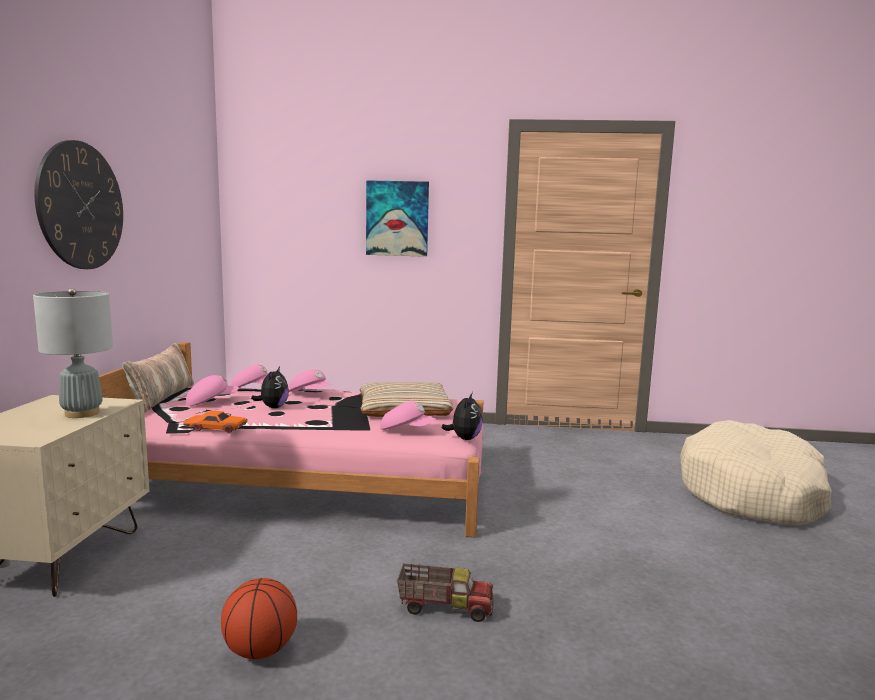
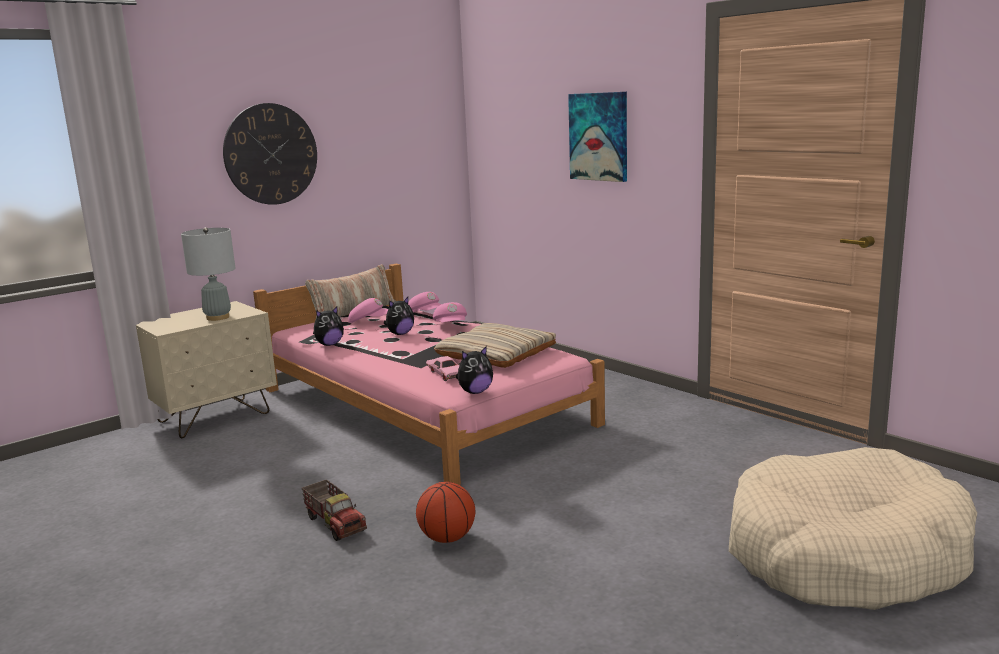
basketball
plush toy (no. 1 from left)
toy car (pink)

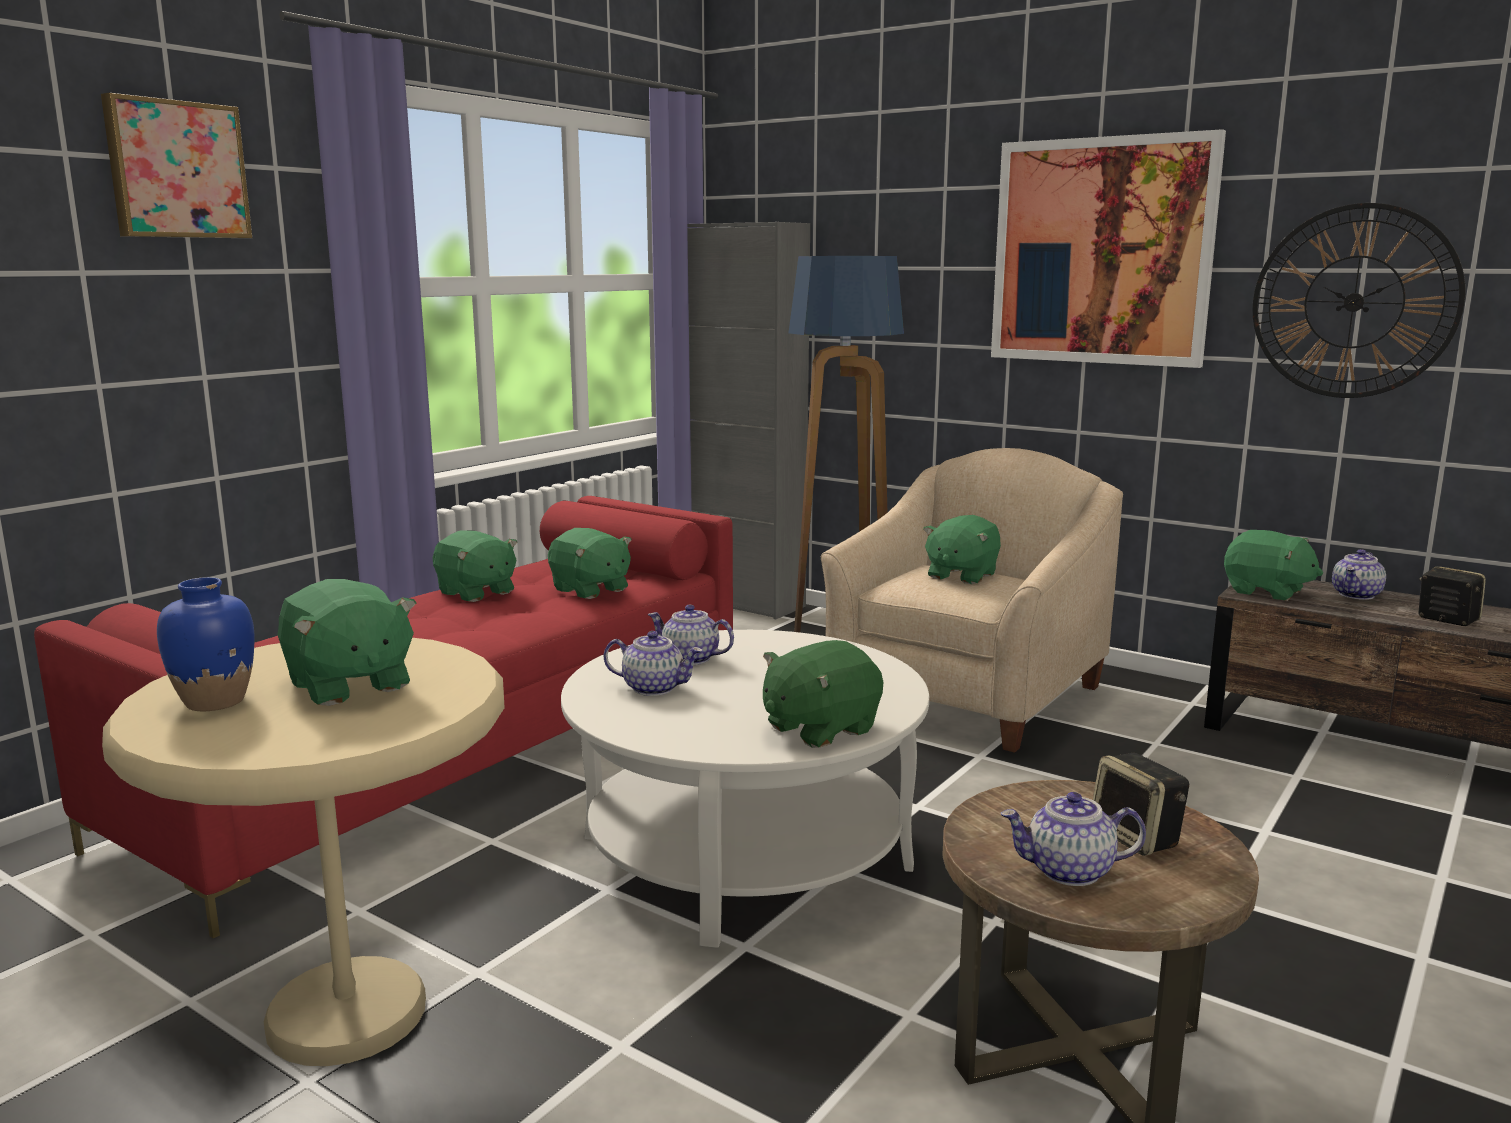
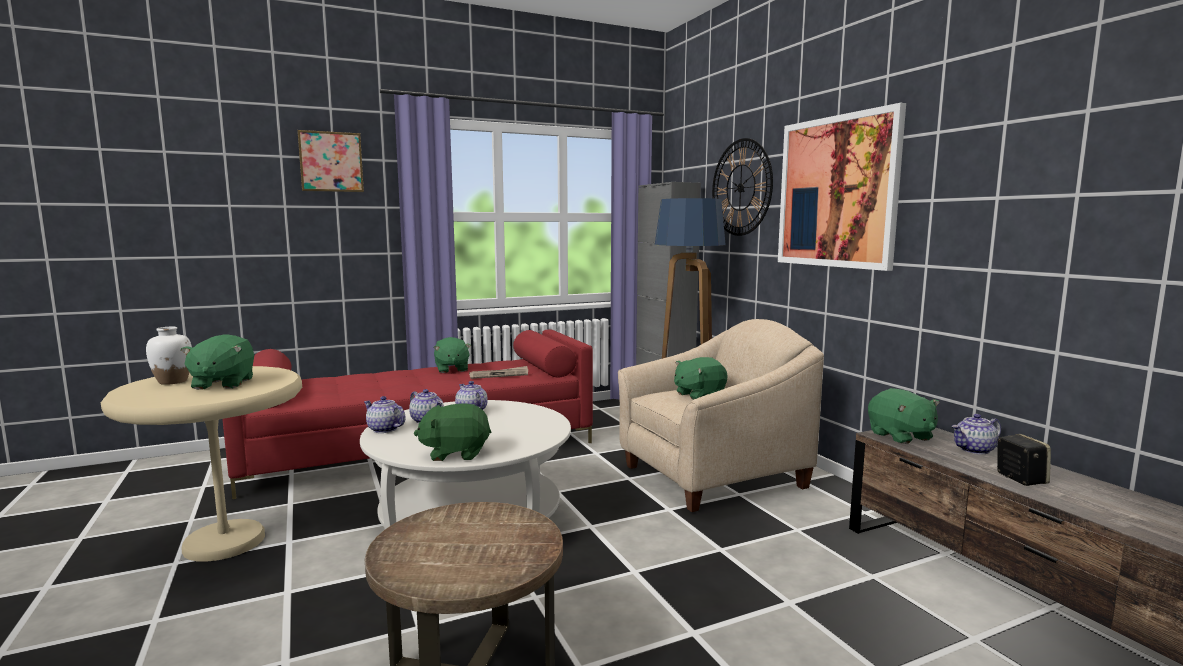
speaker (no. 1 from left in the first image)
teapot (no. 1 from left)
wall clock
newspaper
vase (white)

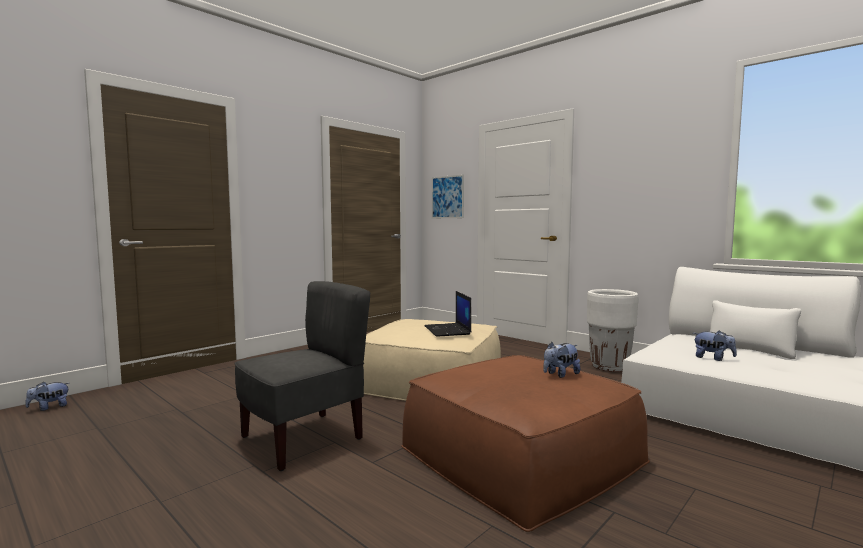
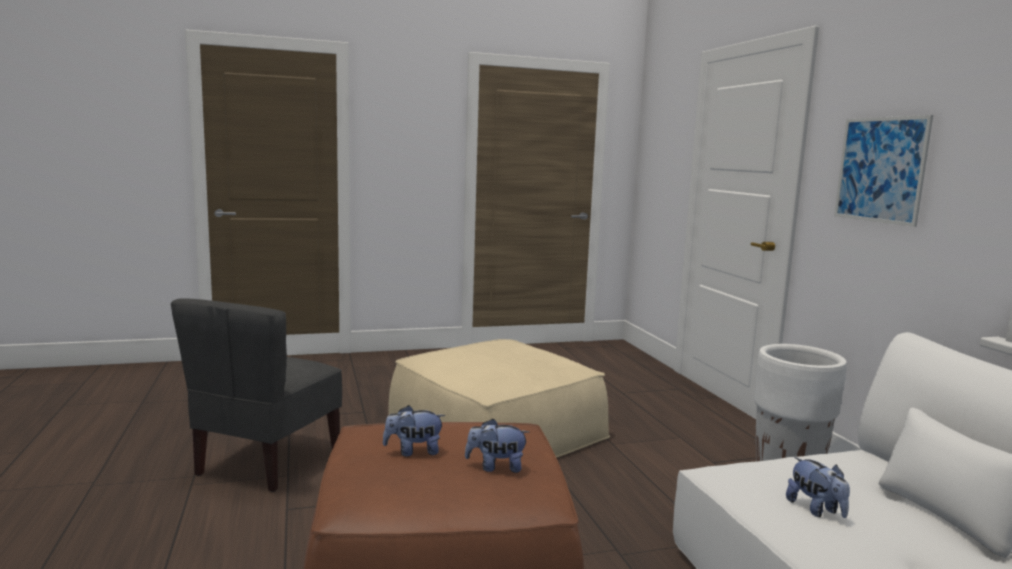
laptop
plush toy (no. 1 from left)
picture
chair (grey)

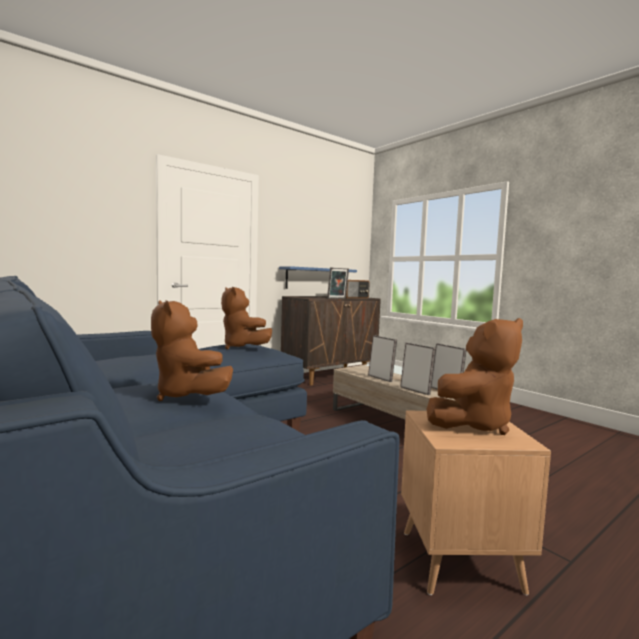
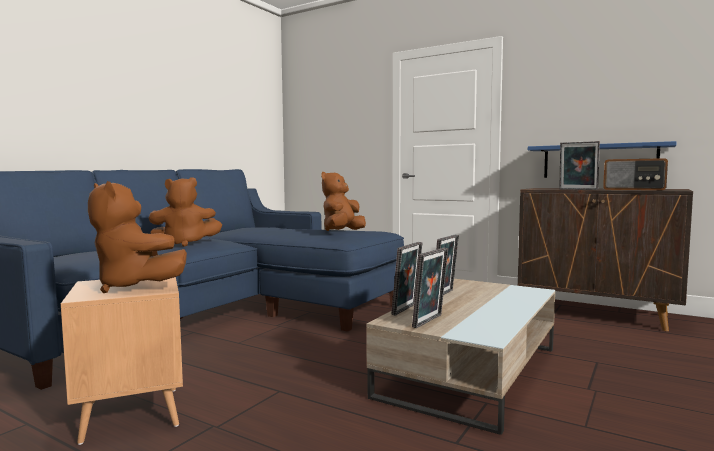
plush toy (brown) (no. 2 from left)

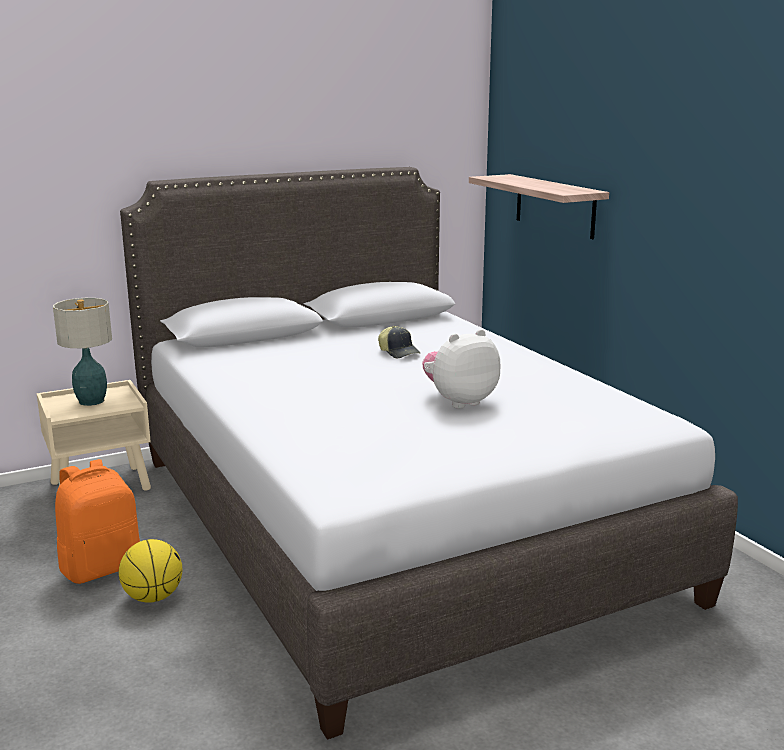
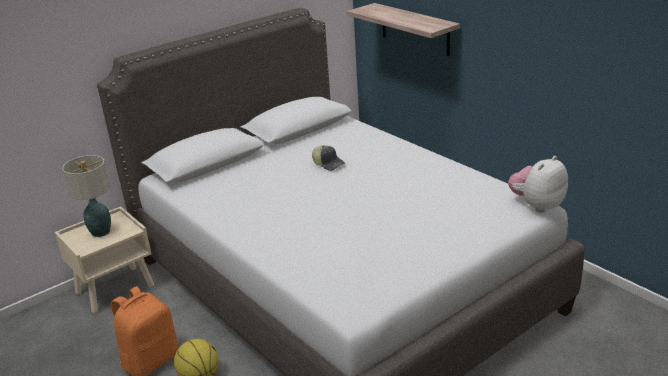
plush toy

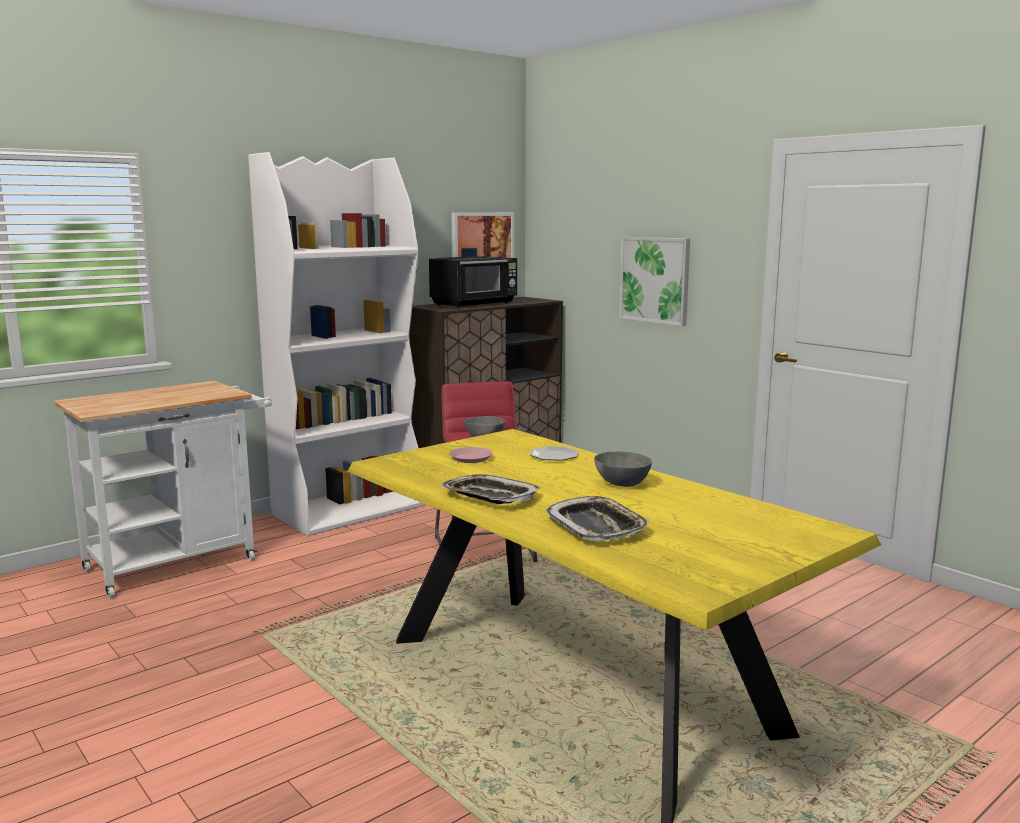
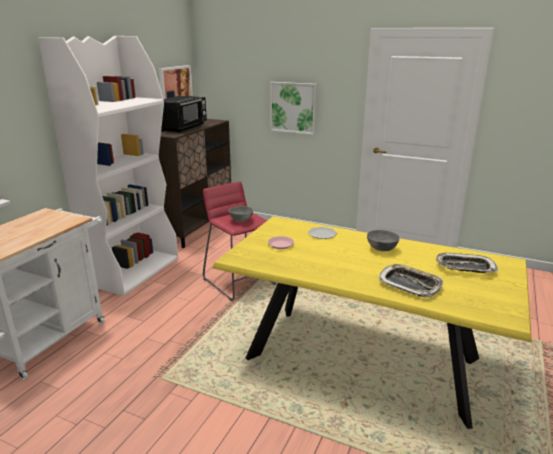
tray (no. 2 from left)

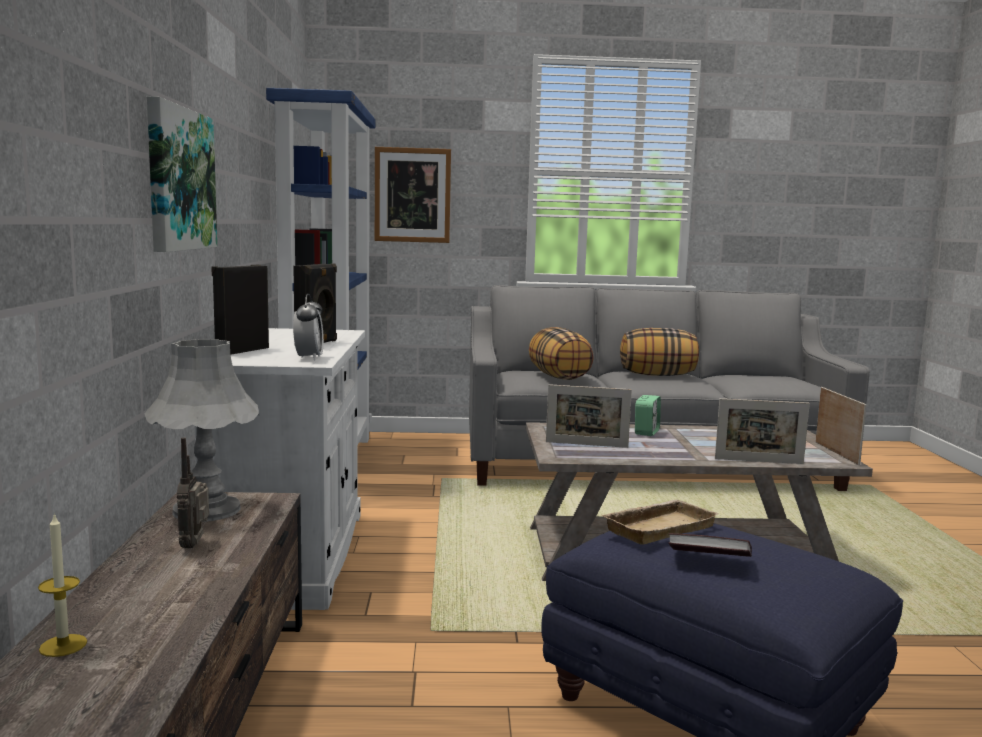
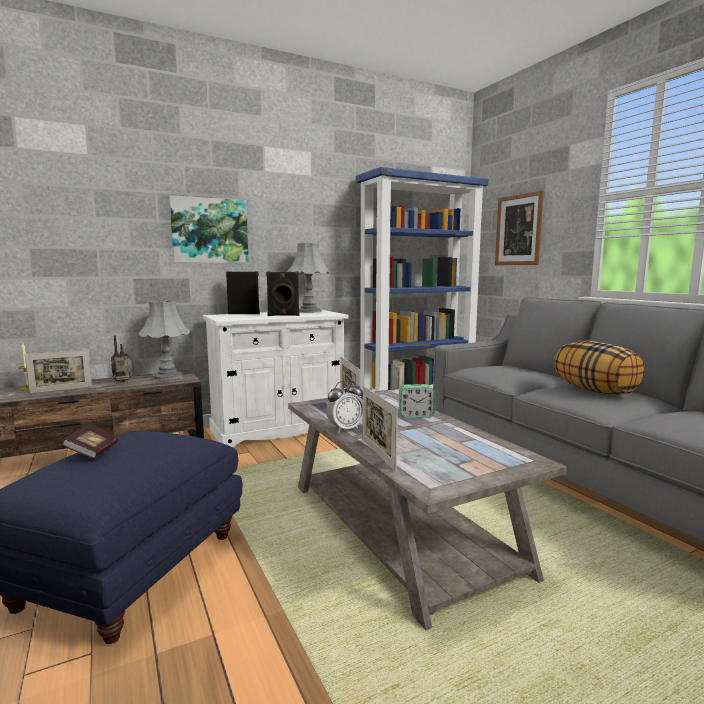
pillow (no. 1 from left in the first image)
tray (beige)
table lamp (grey) (no. 2 from left)
alarm clock (no. 1 from left)
picture frame (no. 1 from left)

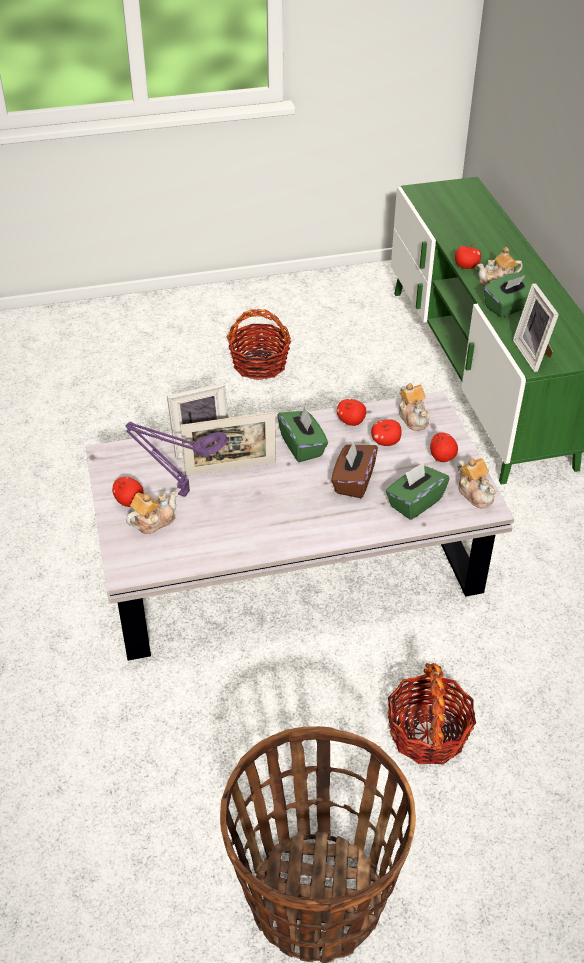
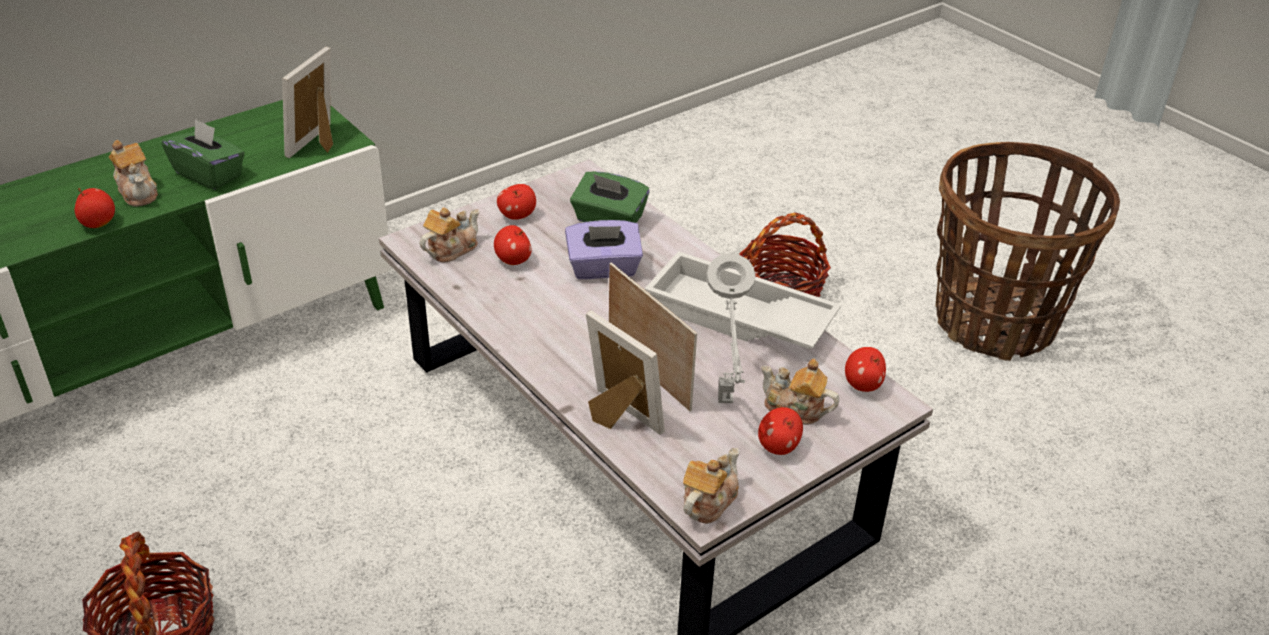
tissue box (green) (no. 1 from left in the first image)
tray (white)
apple (no. 5 from left)
teapot (no. 3 from left)
table lamp (grey)
tissue box (purple)
picture frame (no. 1 from left)

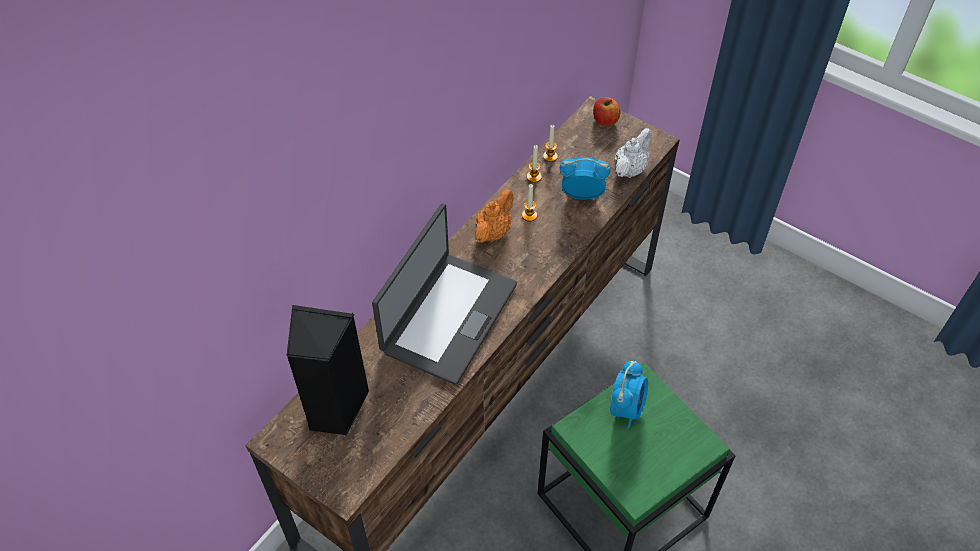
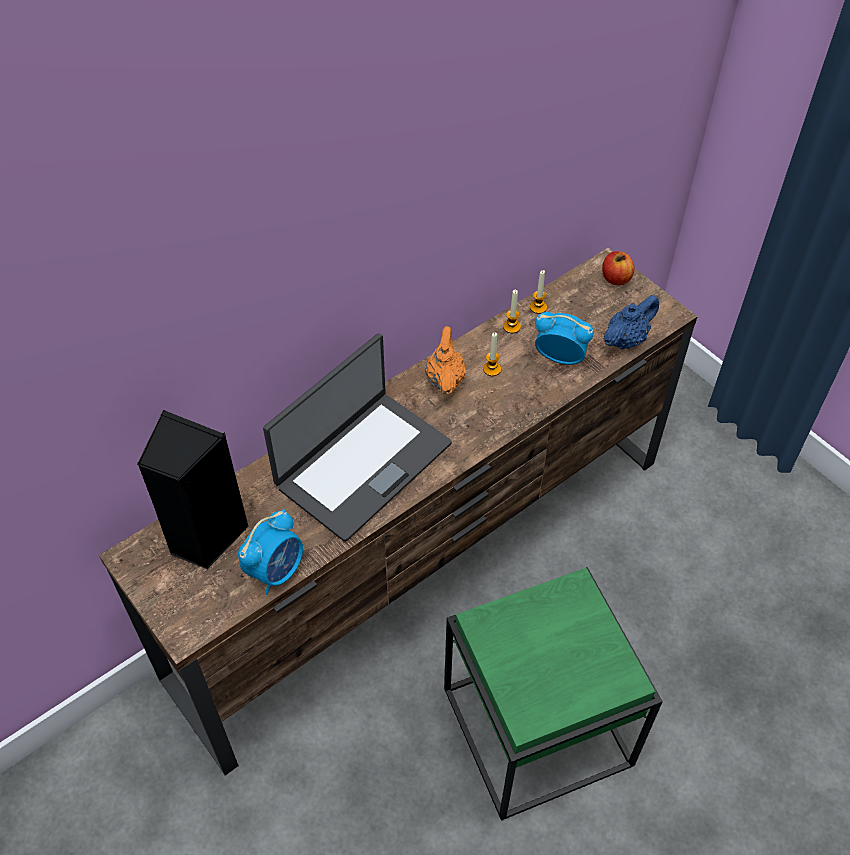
alarm clock (no. 1 from left)
teapot (blue)
teapot (orange)

